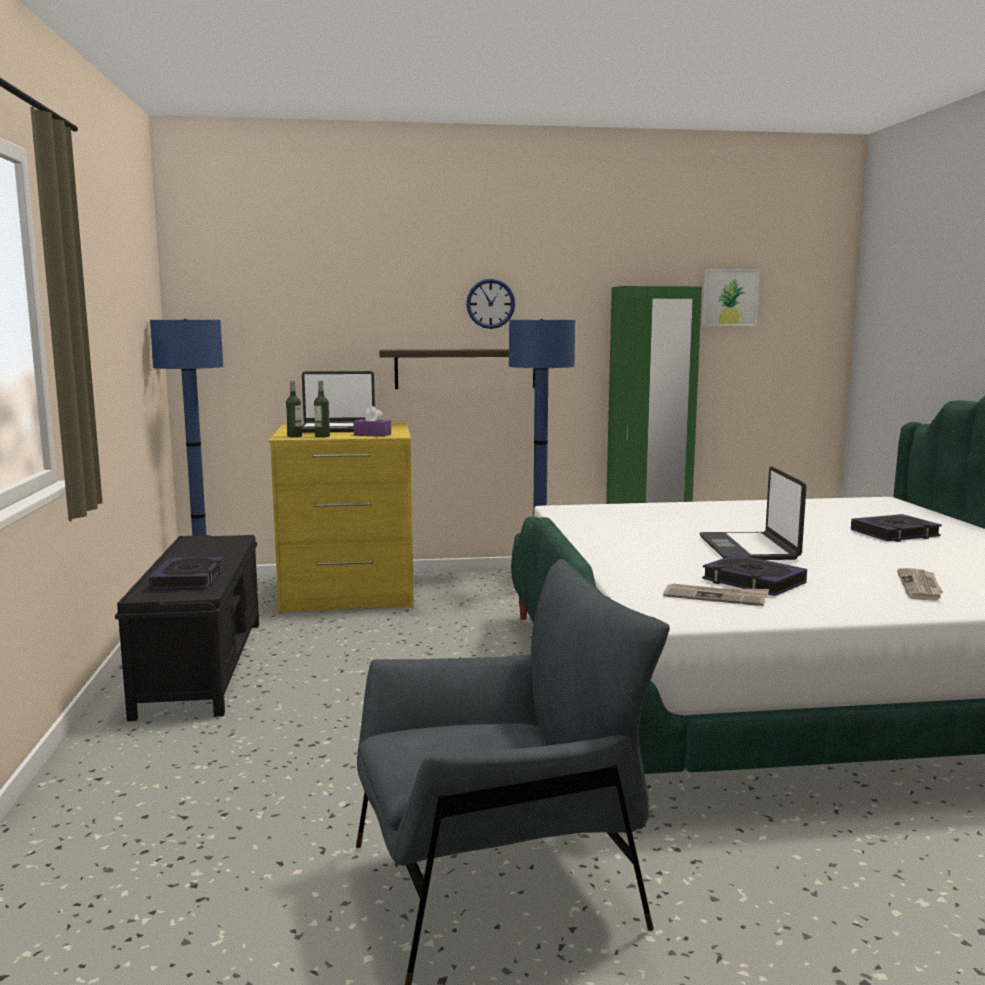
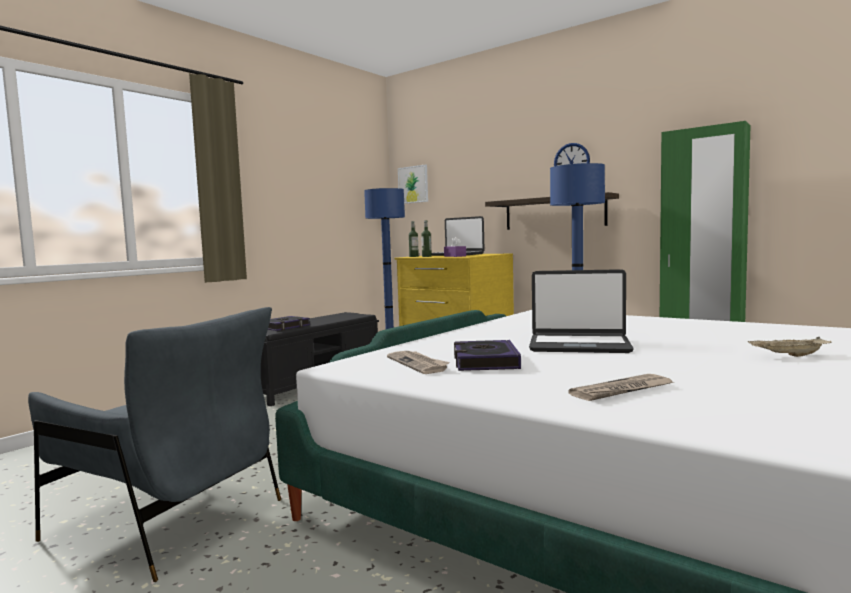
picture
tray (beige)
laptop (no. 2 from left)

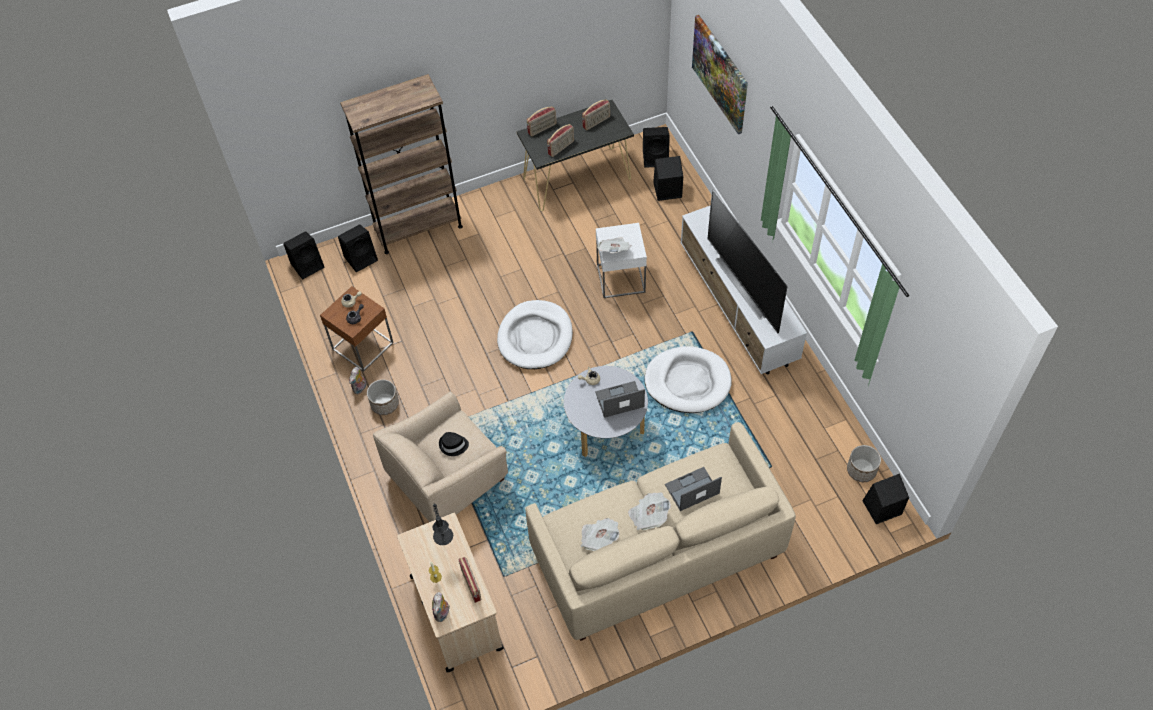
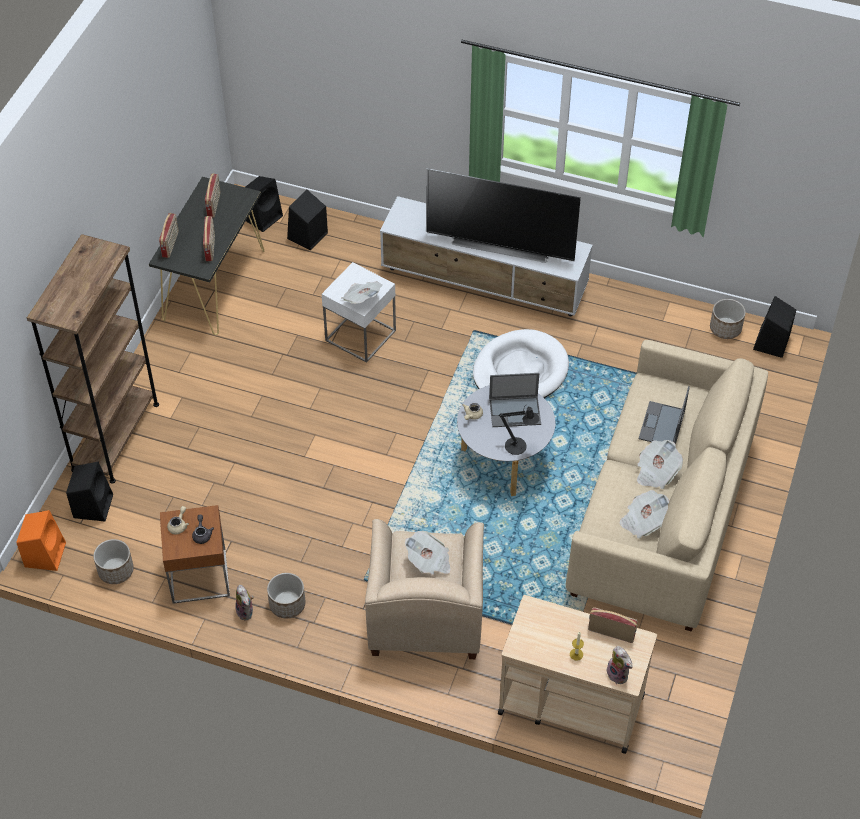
dog bed (white) (no. 1 from left in the first image)
picture
planter (no. 1 from left)
table lamp (black)
newspaper (no. 2 from left)
speaker (orange)
laptop (no. 1 from left)

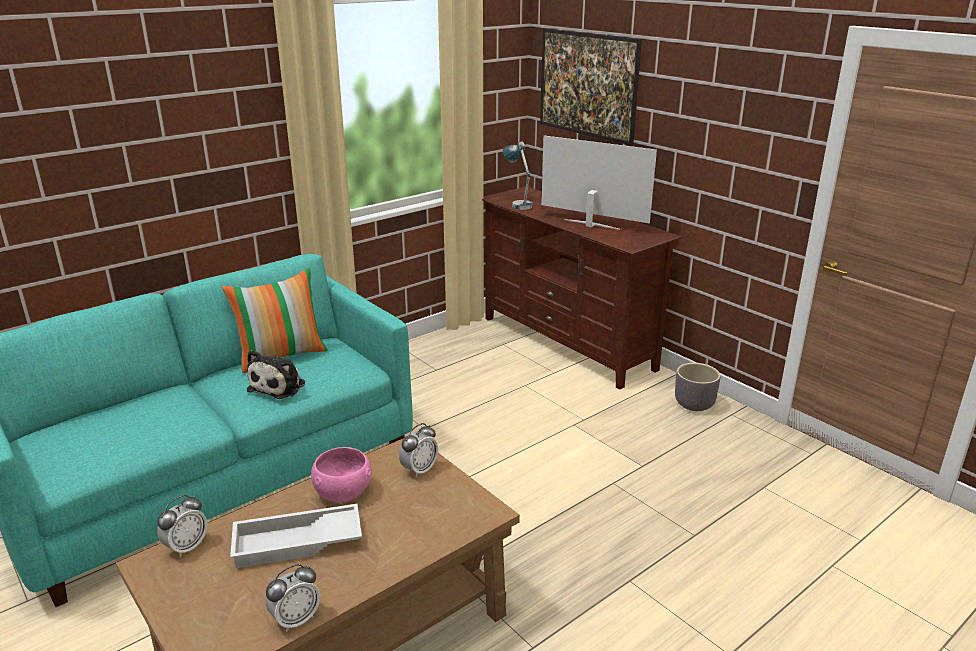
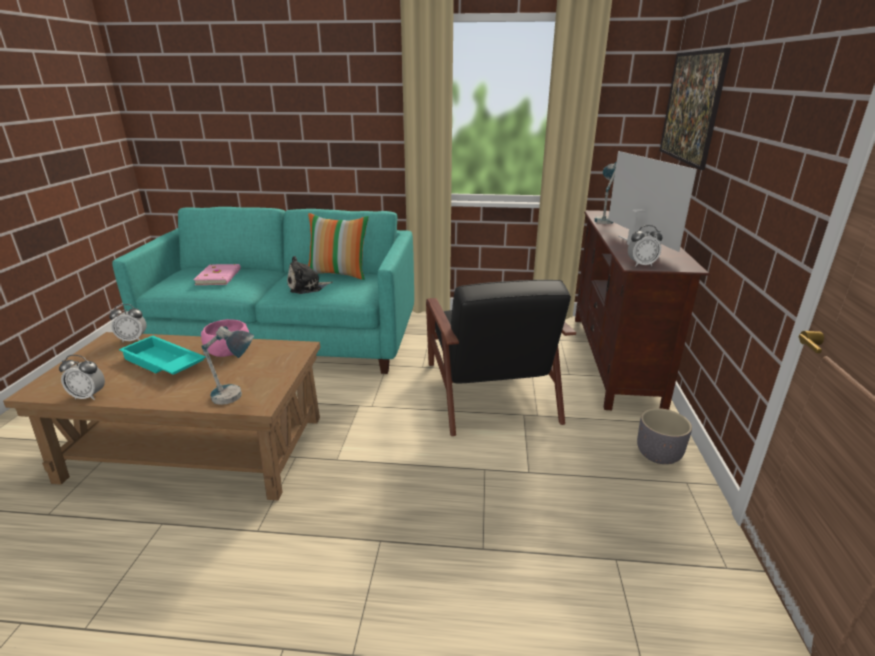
book (pink)
table lamp (no. 1 from left)
armchair (black)
alarm clock (no. 3 from left)
tray (turquoise)

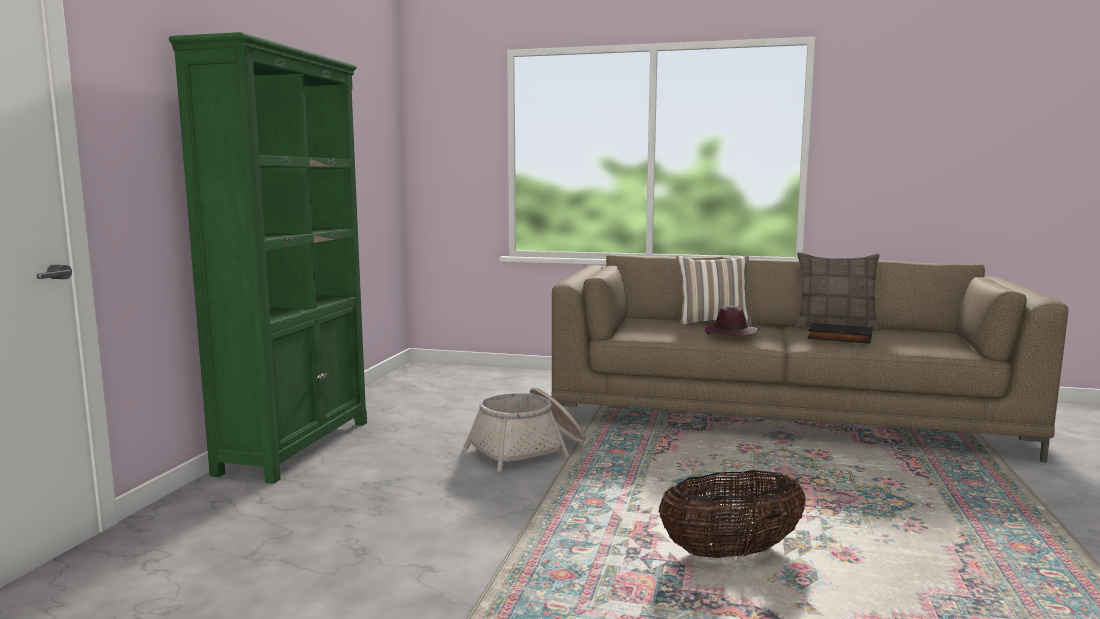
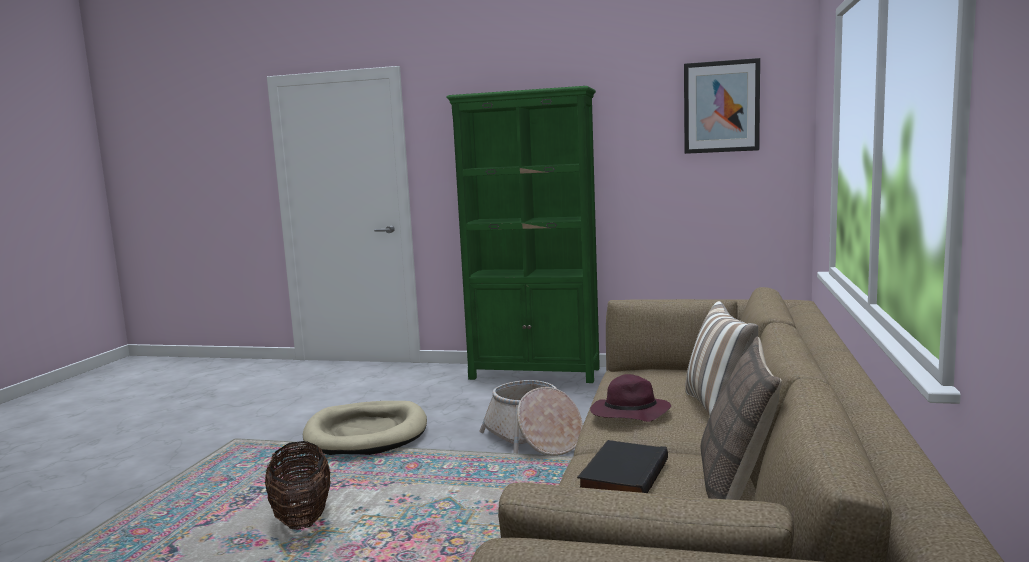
dog bed (beige)
picture

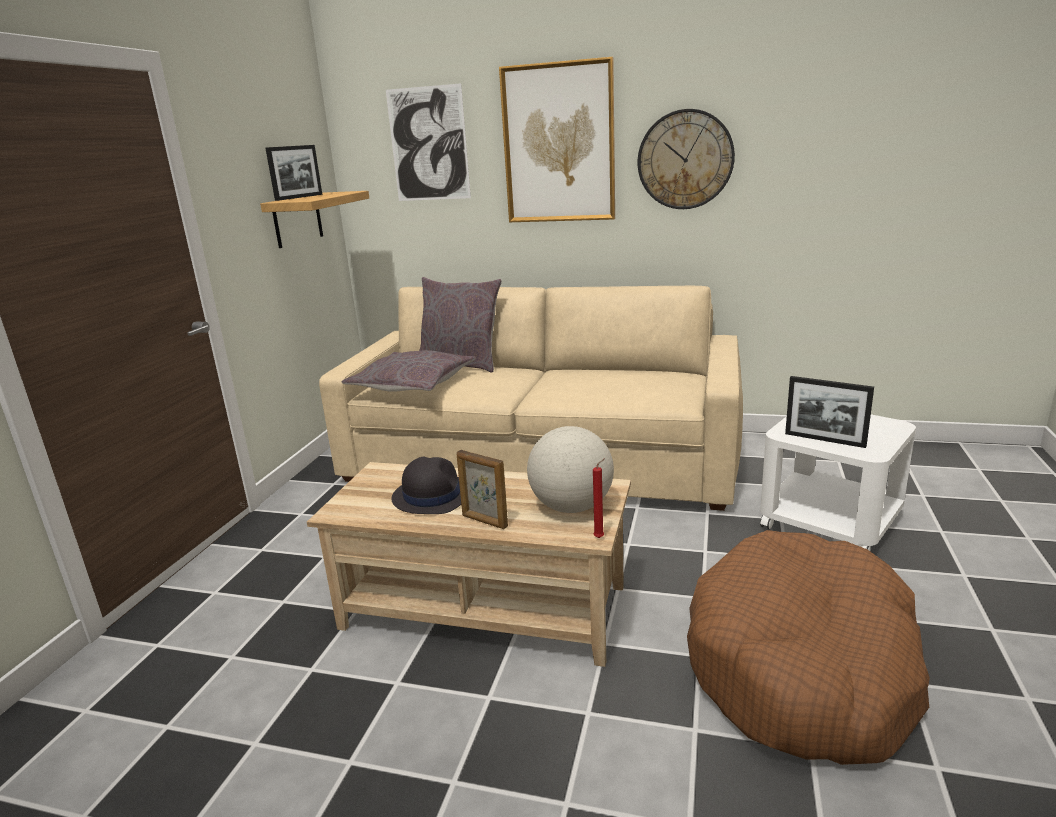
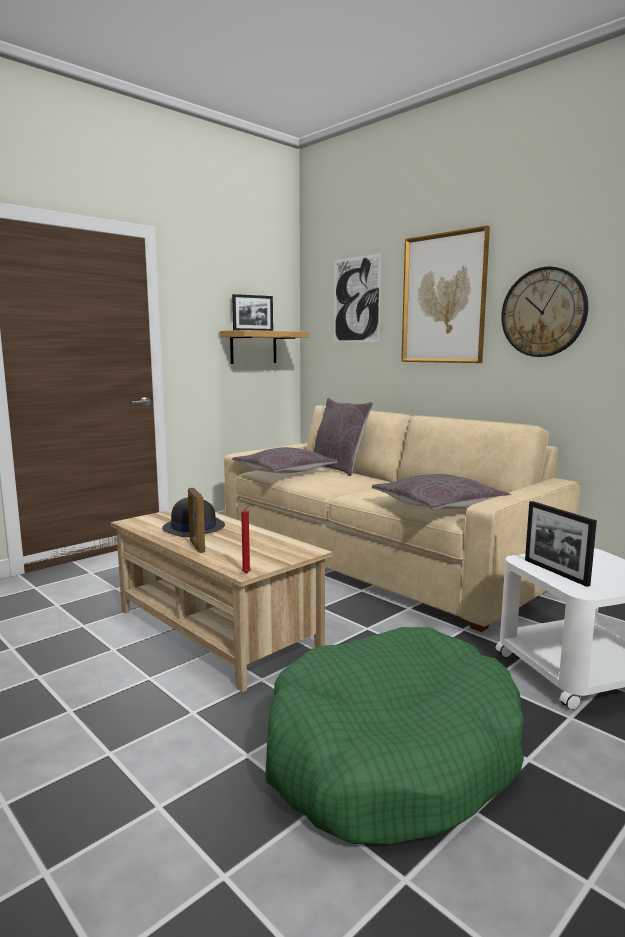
globe
pillow (grey) (no. 3 from left)
dog bed (green)

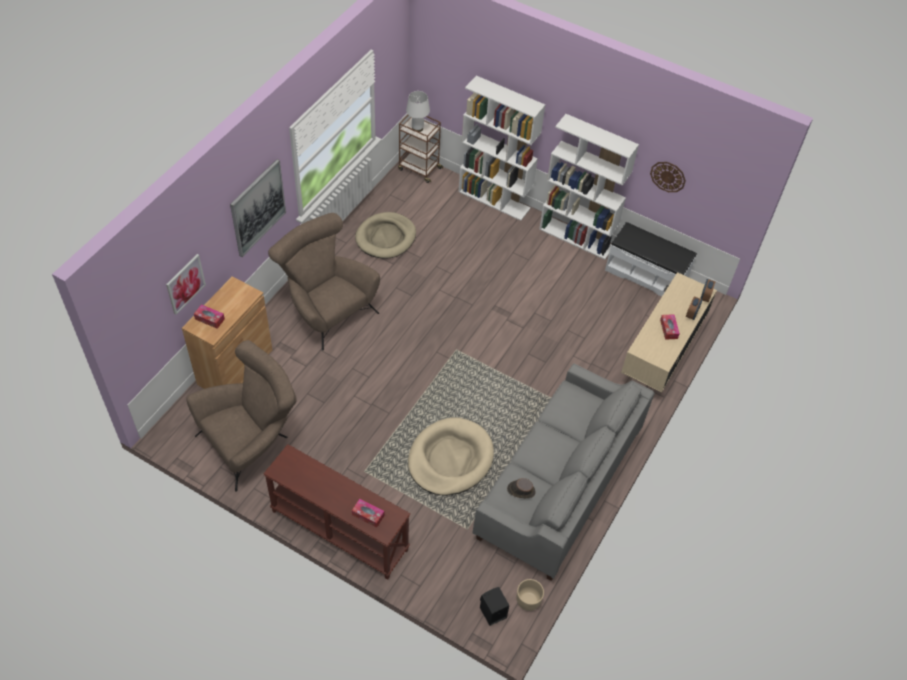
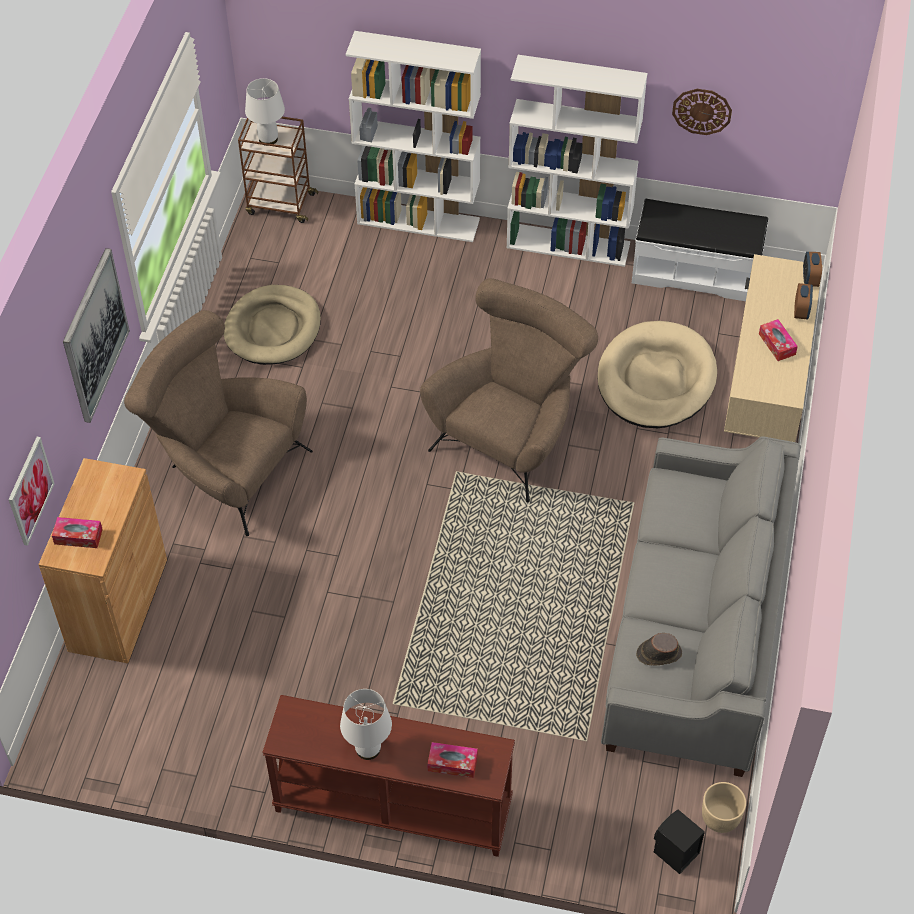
table lamp (white) (no. 2 from left)
armchair (brown) (no. 2 from left)
dog bed (beige) (no. 2 from left)

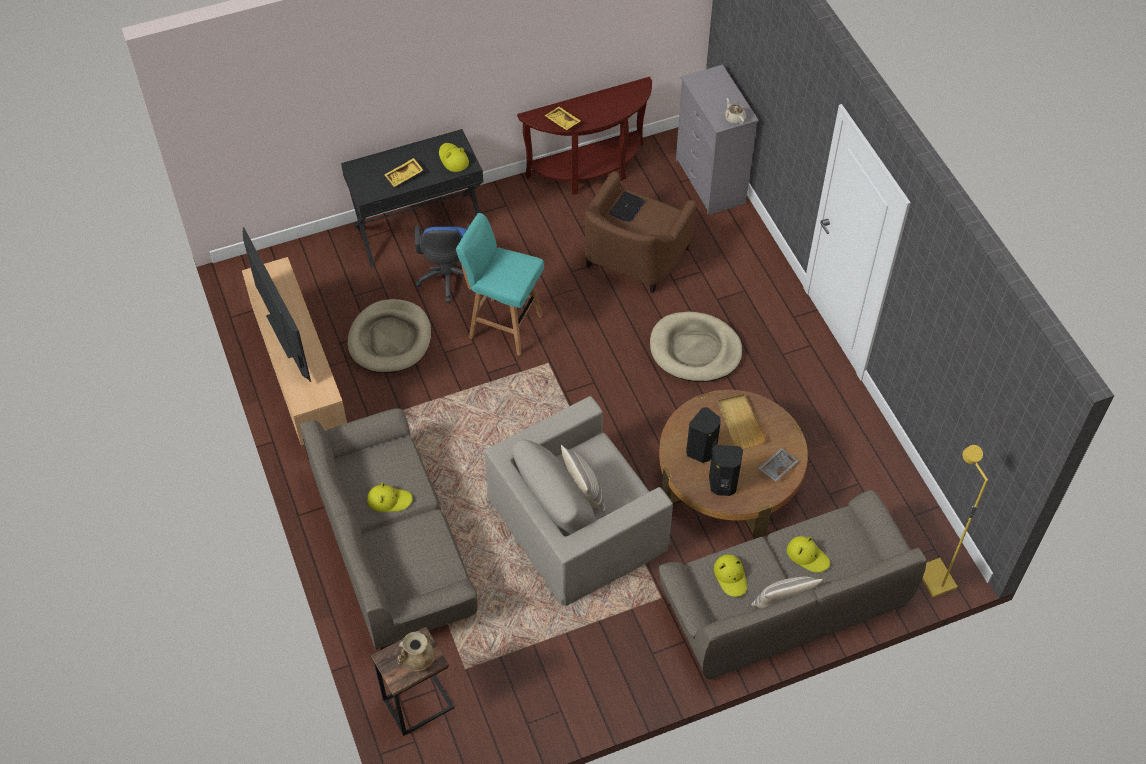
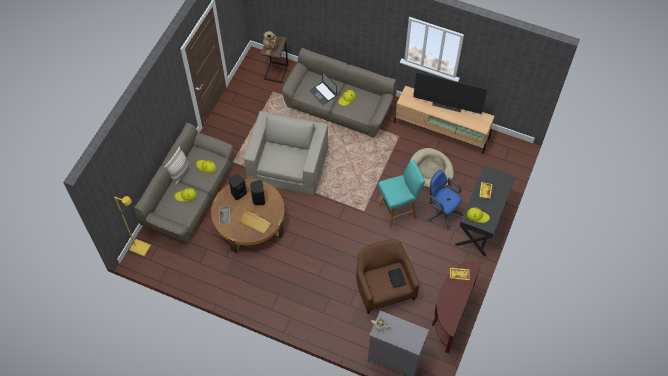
pillow (no. 1 from left in the first image)
dog bed (beige) (no. 2 from left in the first image)
laptop (no. 1 from left)

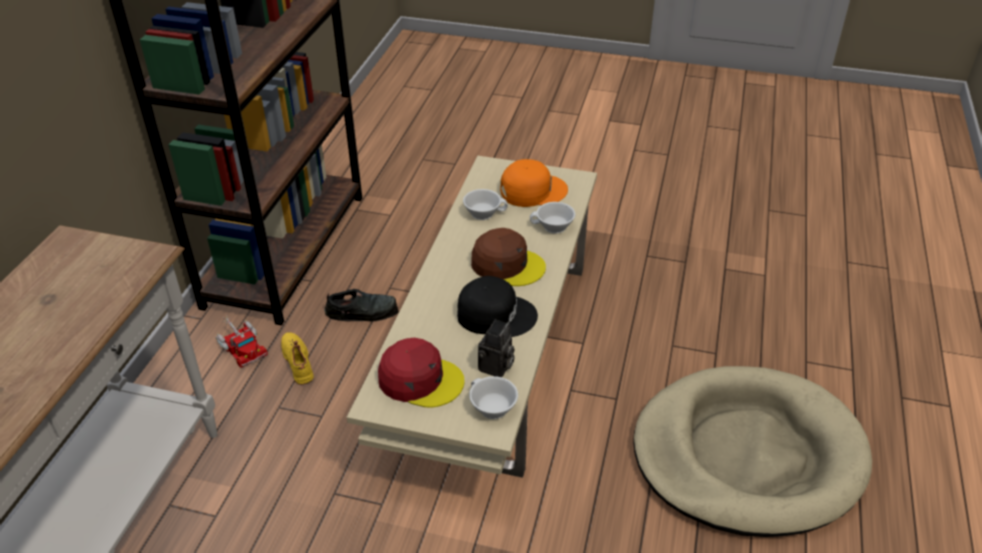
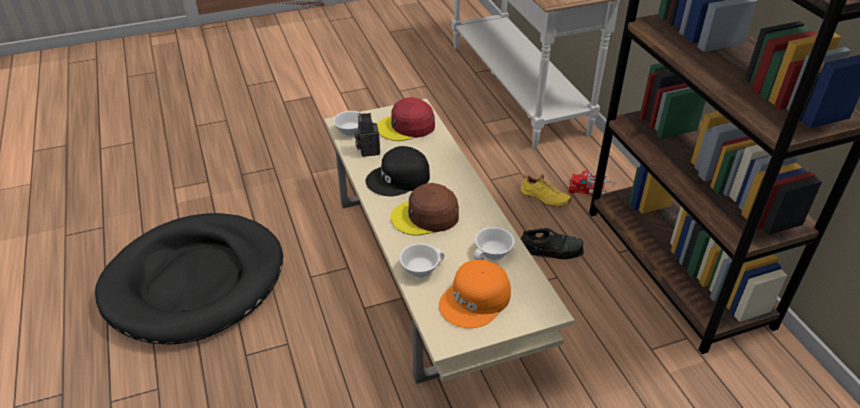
dog bed (black)
shoe (black)

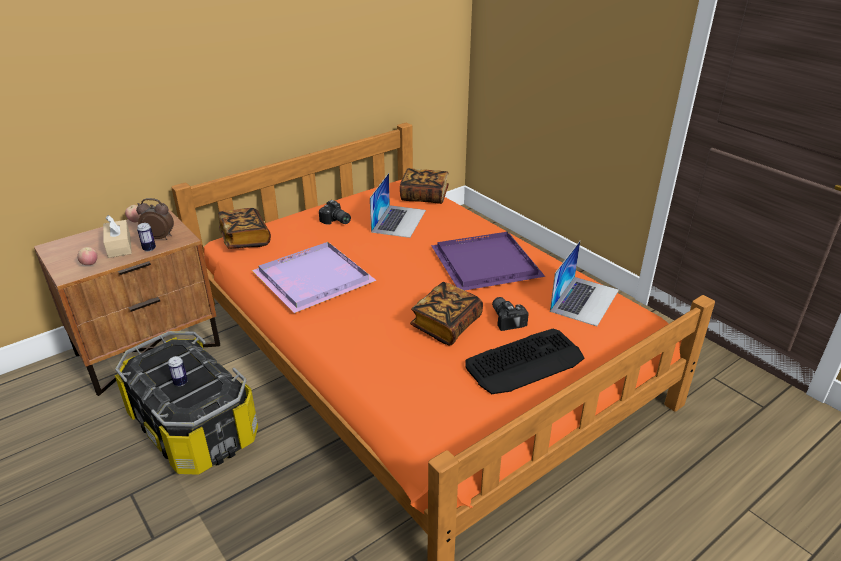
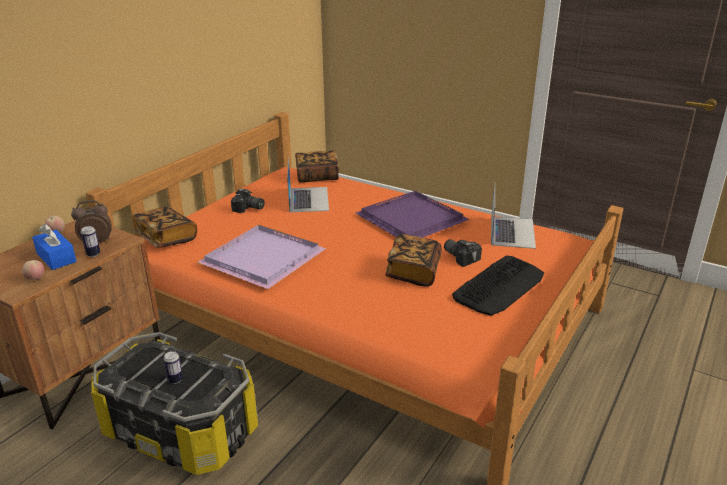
tissue box (blue)

